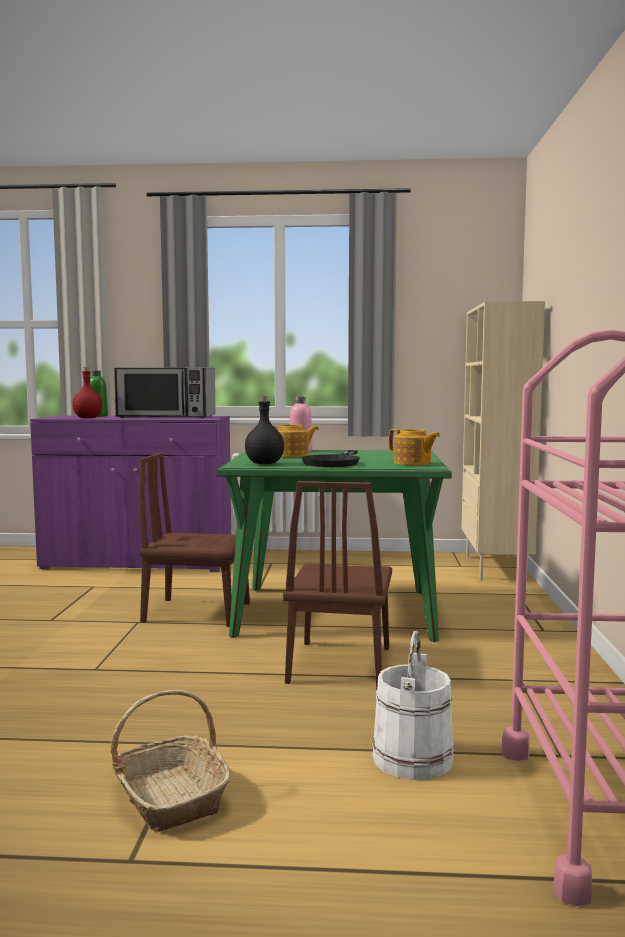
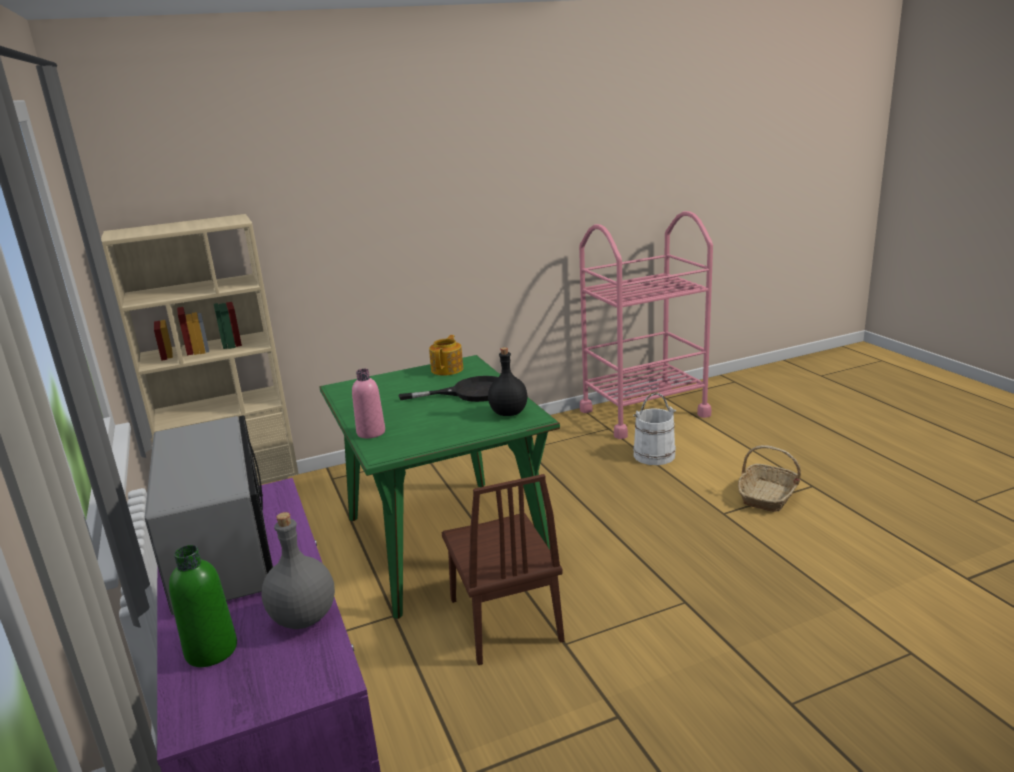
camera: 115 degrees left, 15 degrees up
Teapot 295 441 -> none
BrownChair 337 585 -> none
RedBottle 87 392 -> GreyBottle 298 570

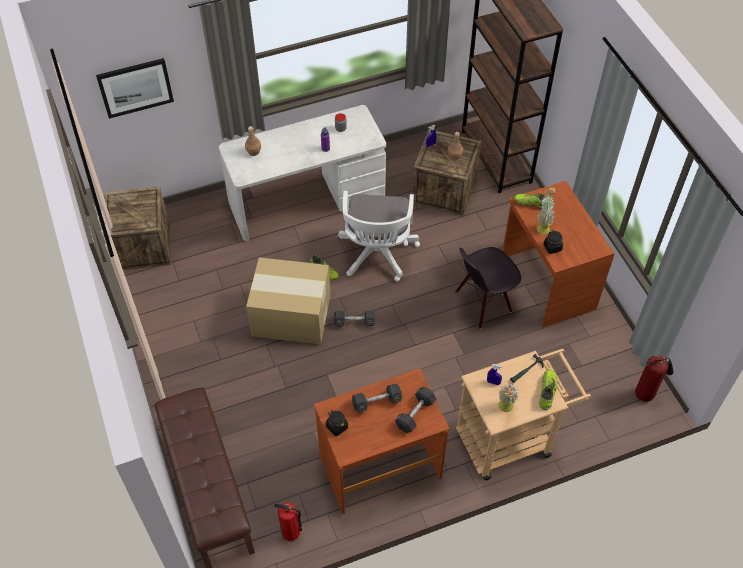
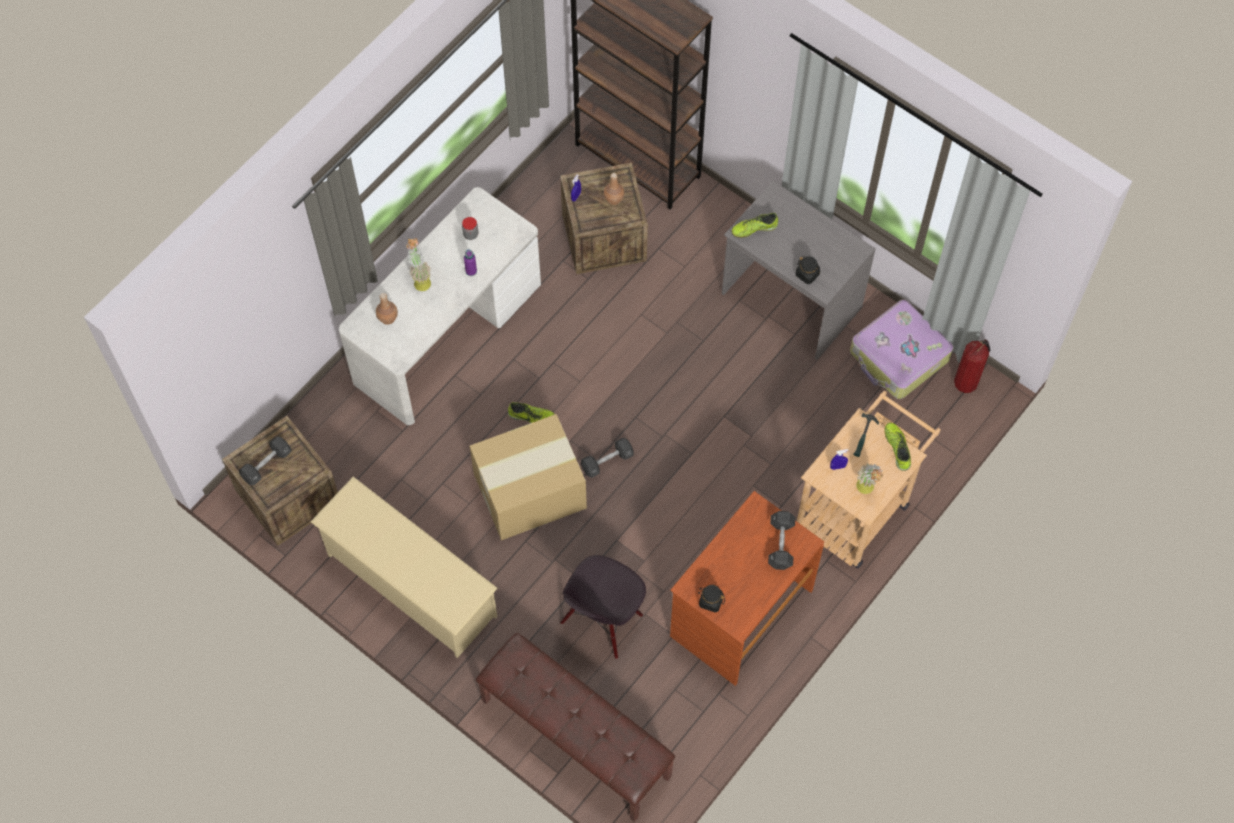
camera: 30 degrees left, 10 degrees up
Picture 135 88 -> none
FireExtinguisher 288 521 -> none
WhiteOfficeChair 379 236 -> none
none -> BeigeShoeRack 404 567
none -> Suitcase 901 349
BlackDumbbell 377 398 -> BlackDumbbell 265 460, shifted
BlackChair 488 288 -> BlackChair 603 607, shifted
PottedPlant 546 210 -> PottedPlant 418 264, shifted
BrownDesk 558 254 -> GreyDesk 799 270

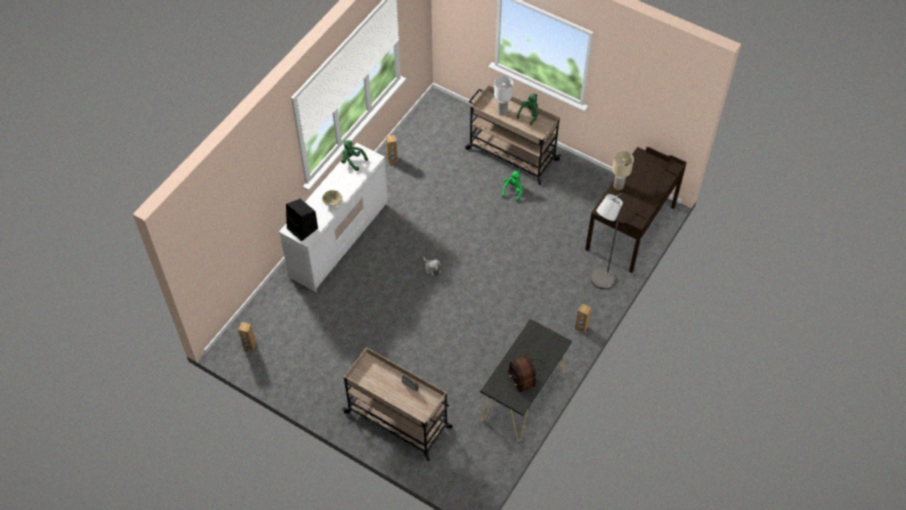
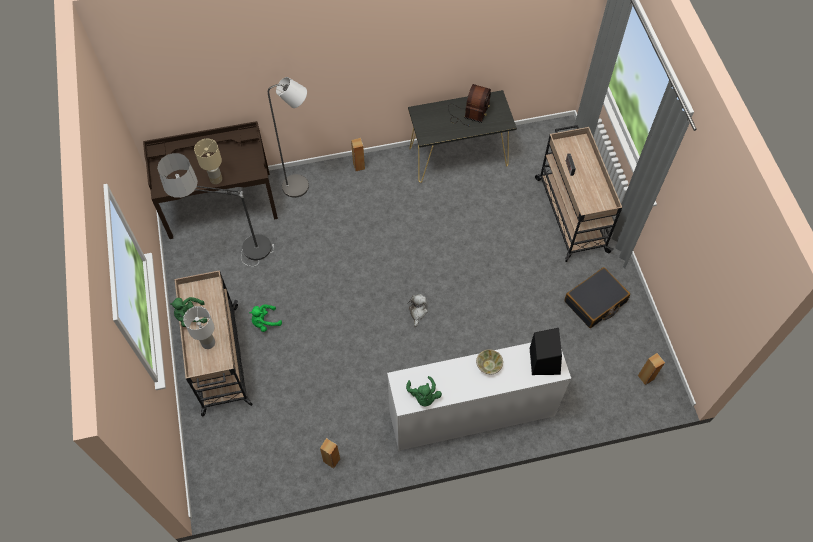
camera: 135 degrees left, 5 degrees up
none -> FloorLamp 215 209
none -> BlackSuitcase 597 297

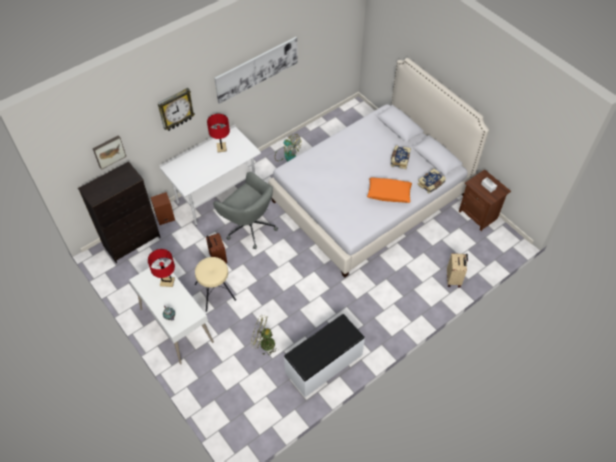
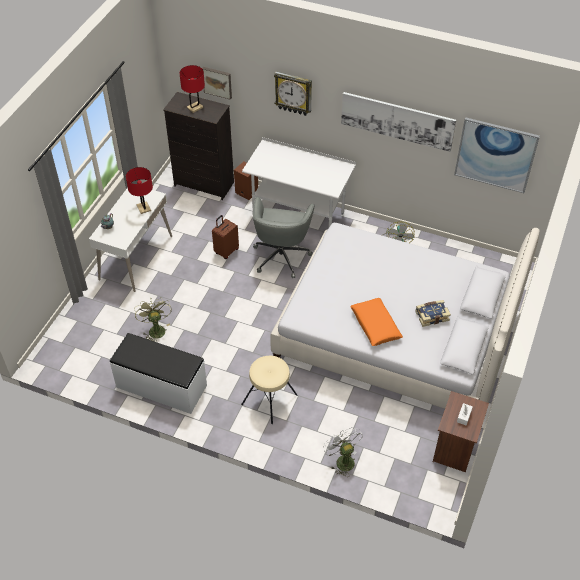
camera: 60 degrees right, 5 degrees down
Book 431 181 -> none
none -> Picture 497 155
BeigeStool 215 284 -> BeigeStool 269 390, shifted
RedTableLamp 218 133 -> RedTableLamp 192 89, shifted
BeigeSuitcase 457 270 -> WhiteFan 343 452

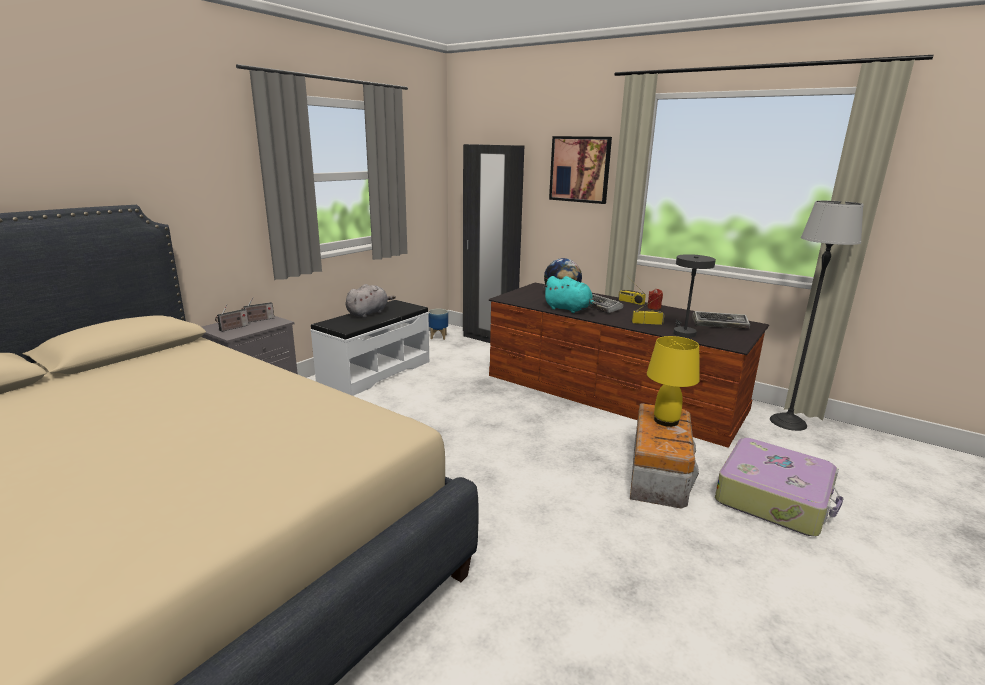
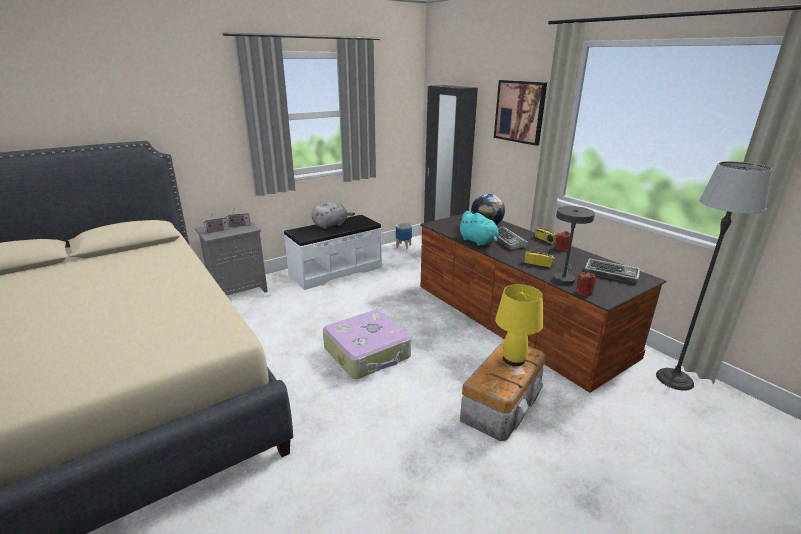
camera: 20 degrees right, 5 degrees up
none -> RedCandle 586 284
Suitcase 779 487 -> Suitcase 367 344, shifted

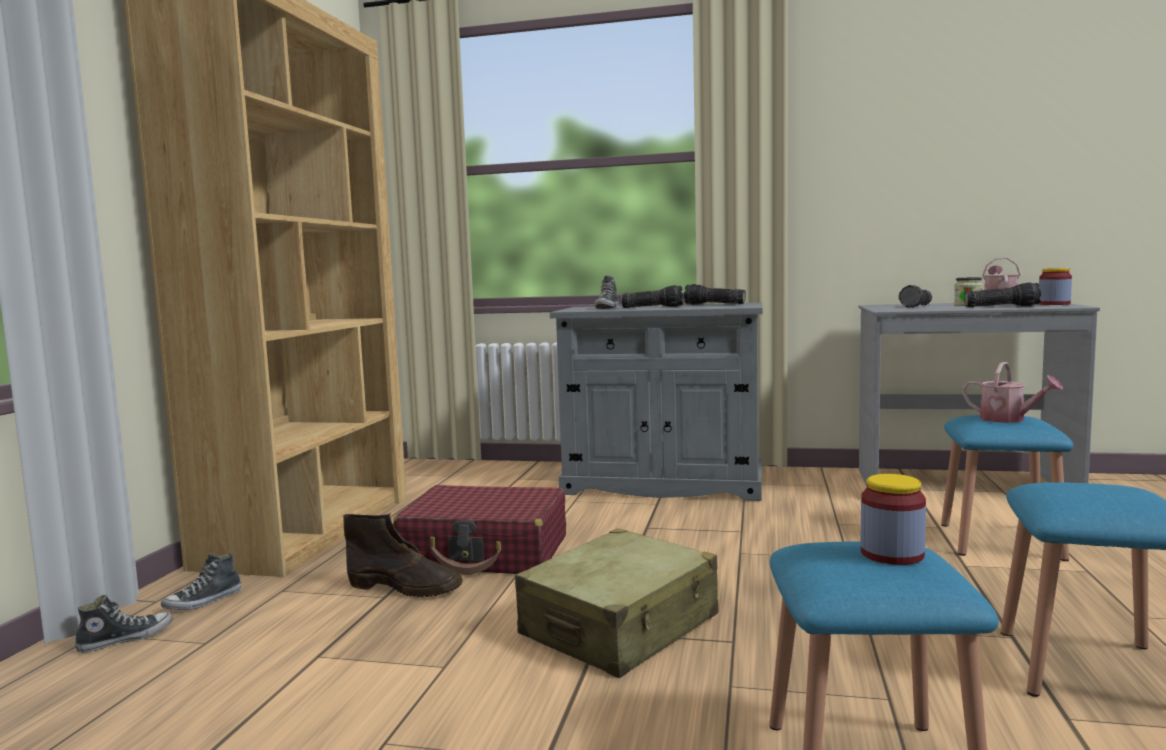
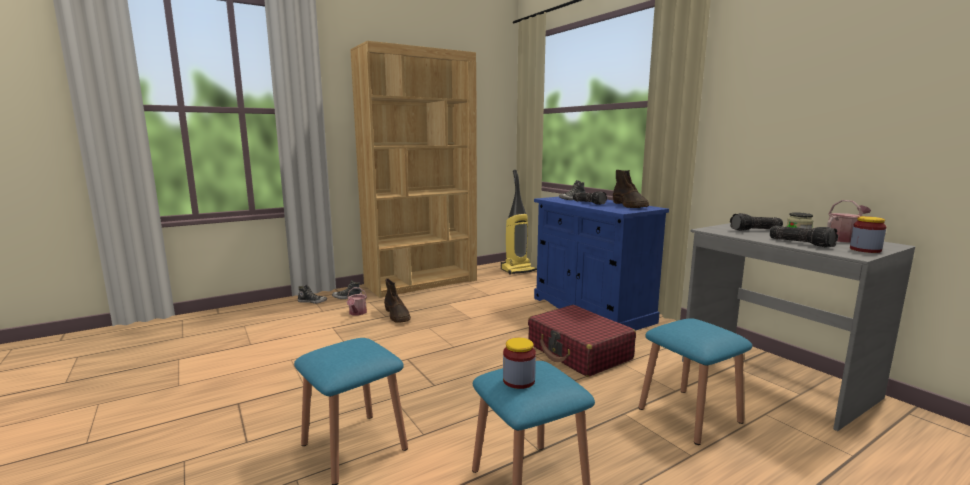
camera: 45 degrees right, 5 degrees up
BeigeSuitcase 616 603 -> none
none -> VacuumCleaner 519 222
RedSuitcase 479 530 -> RedSuitcase 582 341, shifted
Jar 893 519 -> Jar 519 363, shifted
WateringCan 1012 392 -> WateringCan 357 301, shifted
Flashlight 715 294 -> BrownBoot 631 189
GreyCabinet 656 402 -> BlueCabinet 601 264

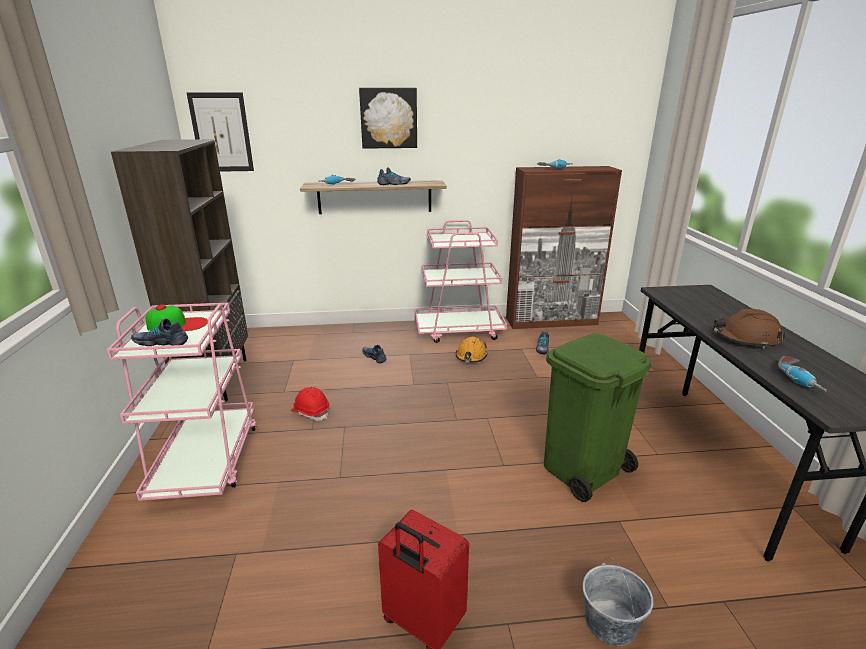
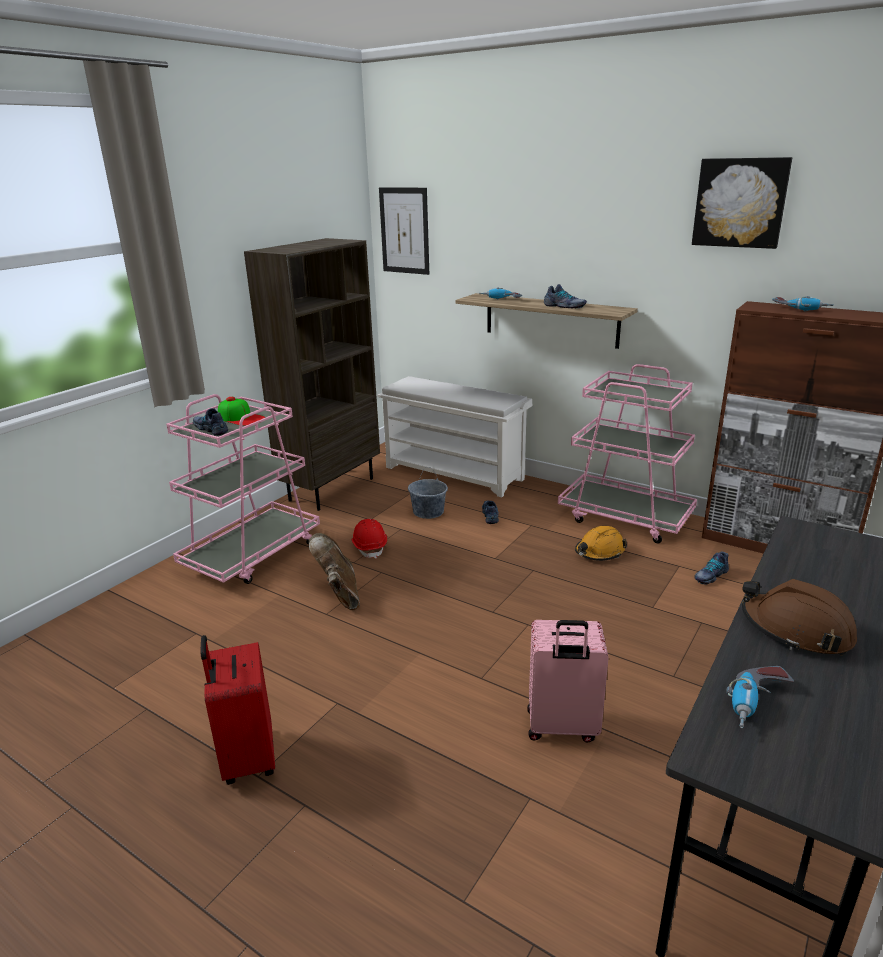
camera: 40 degrees right, 0 degrees up
none -> BrownBoot 334 571
none -> WhiteShoeRack 455 436
Picture 388 118 -> Picture 742 203, shifted
GreyBucket 618 601 -> GreyBucket 428 493, shifted
GreenTrashCan 597 418 -> PinkSuitcase 568 681

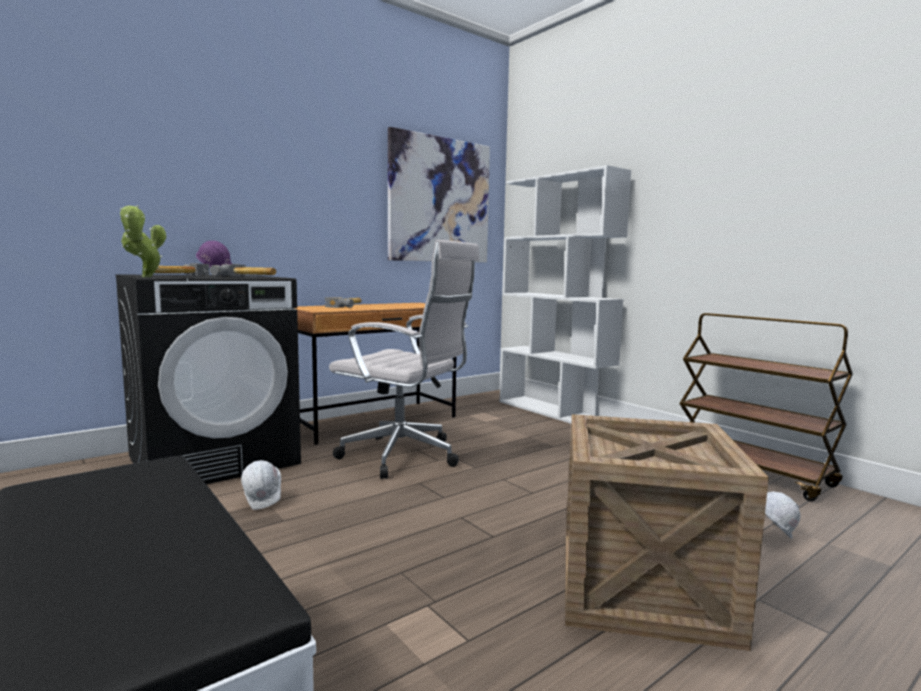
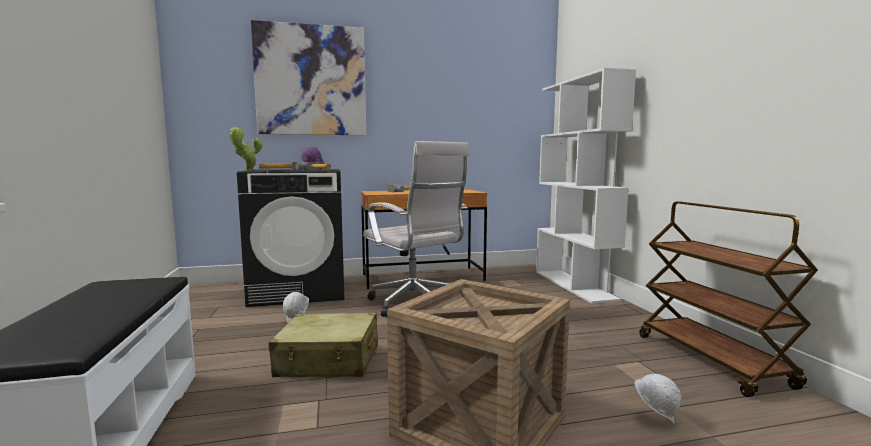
camera: 25 degrees right, 0 degrees up
none -> BeigeSuitcase 323 345
Picture 439 195 -> Picture 308 77, shifted

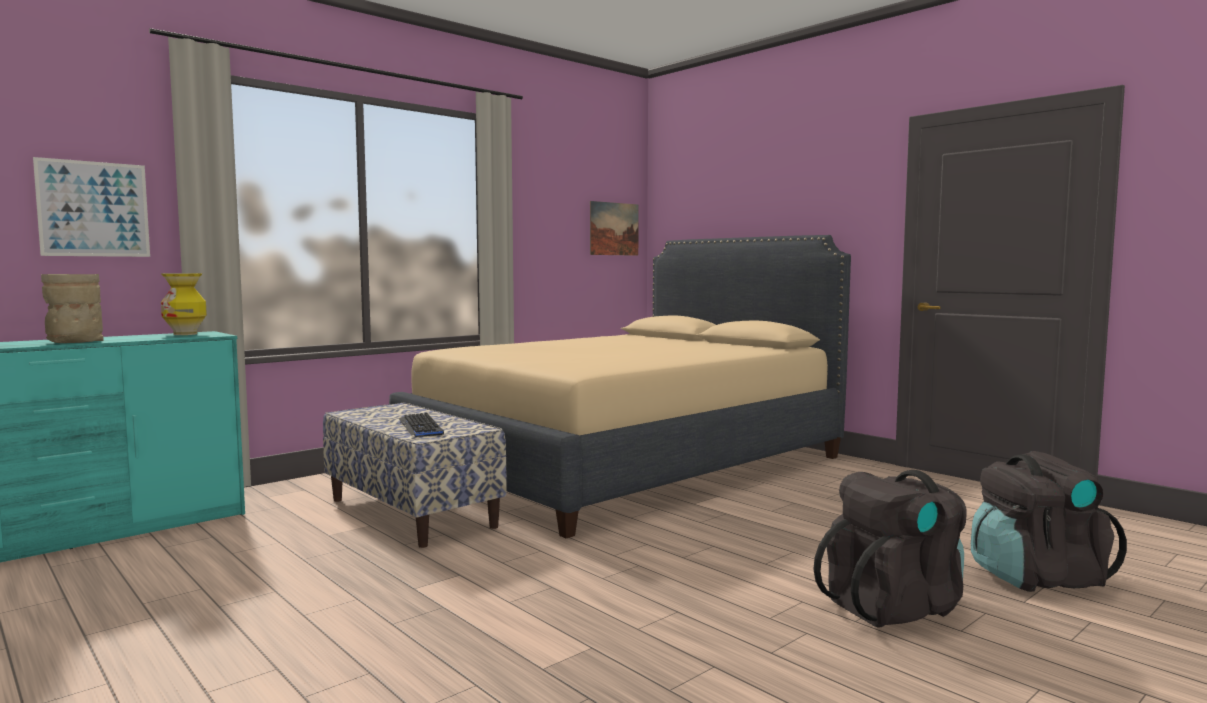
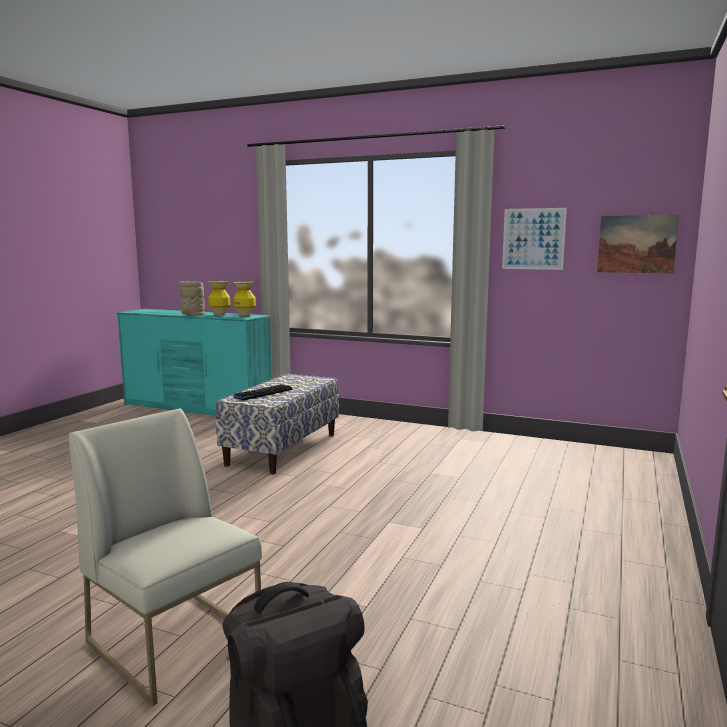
camera: 65 degrees right, 5 degrees up
BeigeBed 620 386 -> none
none -> Vase 219 298
Picture 91 207 -> Picture 534 239, shifted
BlackBackpack 890 548 -> WhiteChair 165 557

